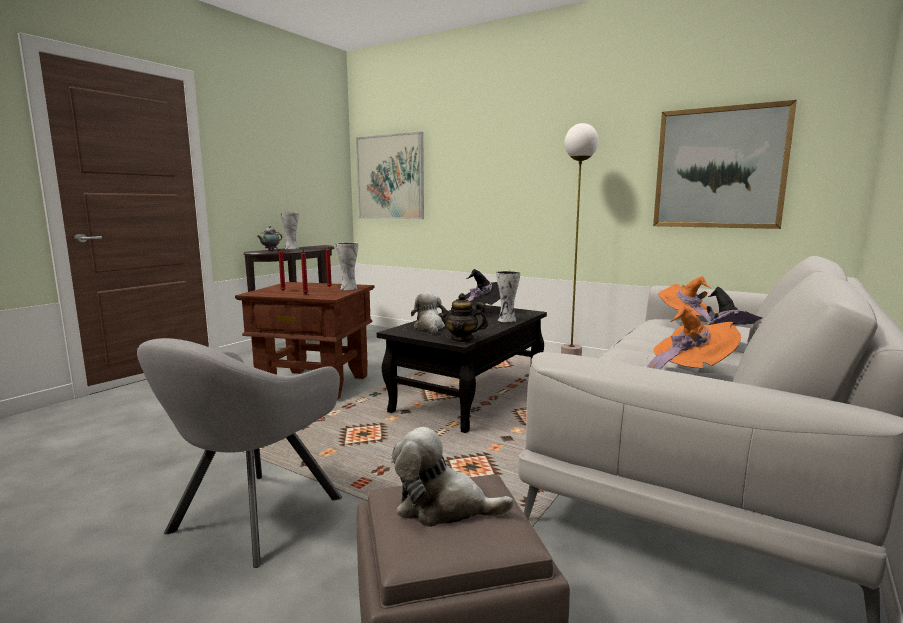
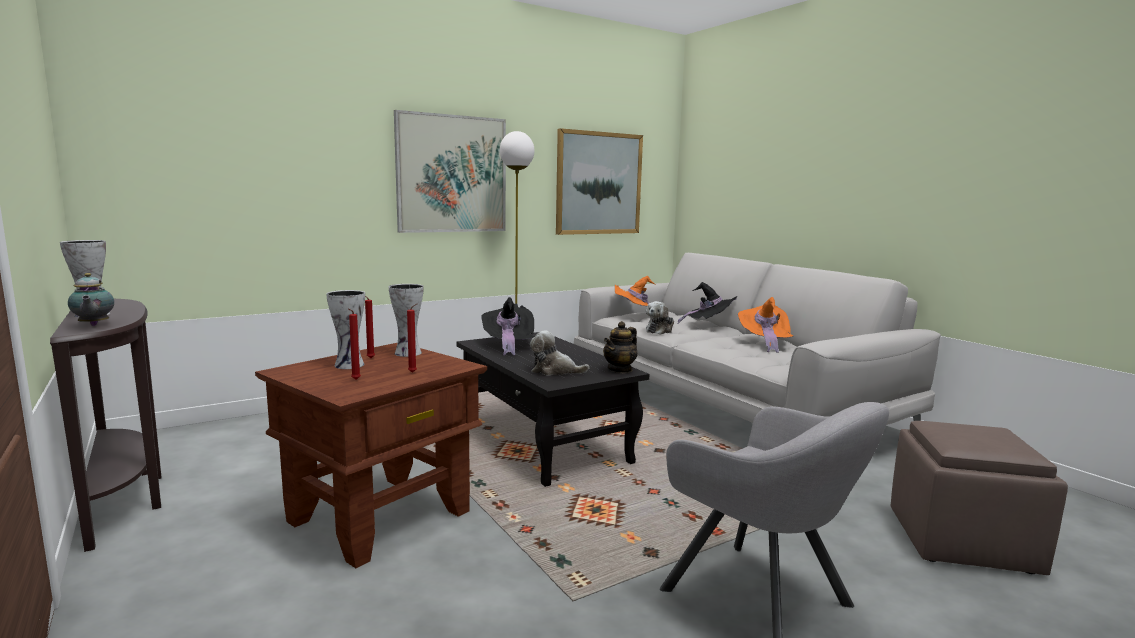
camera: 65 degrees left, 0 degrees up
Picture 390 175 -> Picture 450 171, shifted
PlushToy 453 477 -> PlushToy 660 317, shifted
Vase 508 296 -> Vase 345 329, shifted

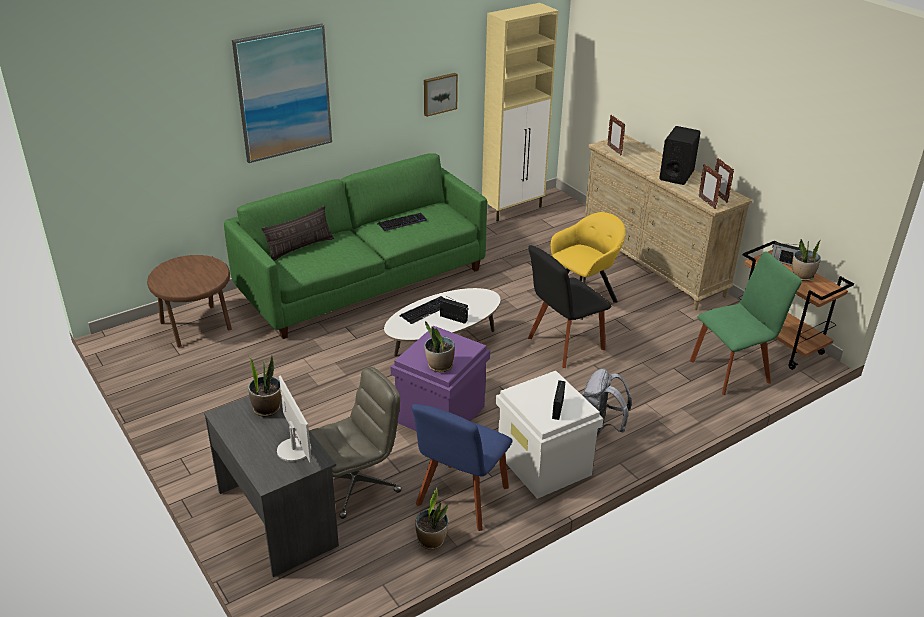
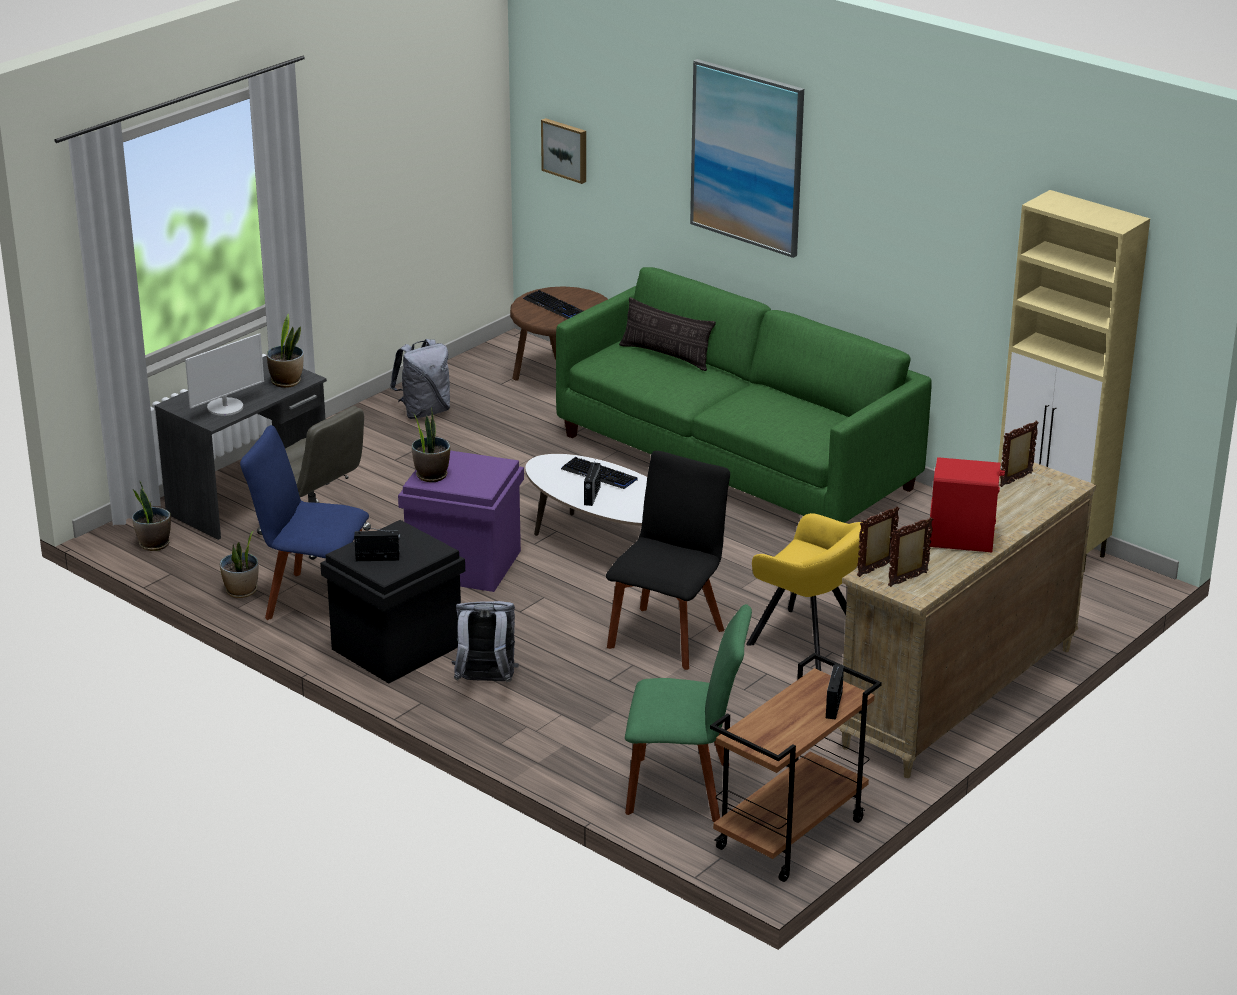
camera: 75 degrees right, 5 degrees down
none -> GreyBackpack 420 379
Keyboard 402 222 -> Keyboard 553 304, shifted
Picture 441 95 -> Picture 563 151, shifted
PottedPlant 806 260 -> PottedPlant 151 516, shifted
WhiteStorageBox 549 435 -> BlackStorageBox 392 601
BlackSpeaker 680 155 -> RedSpeaker 967 504
BlackChair 569 306 -> BlackChair 668 560, 75 degrees clockwise
GreenChair 746 323 -> GreenChair 688 713, 45 degrees counterclockwise

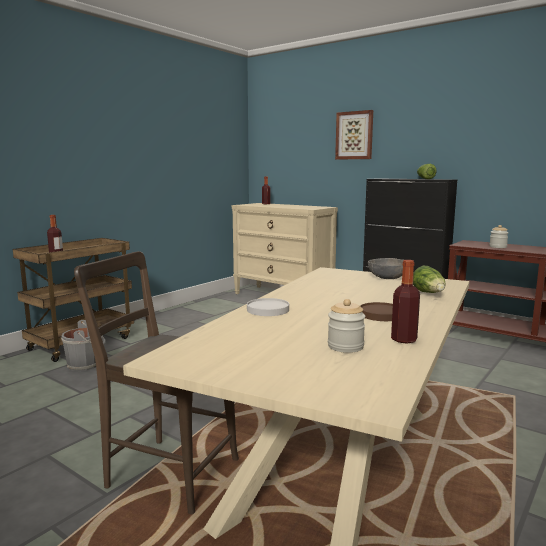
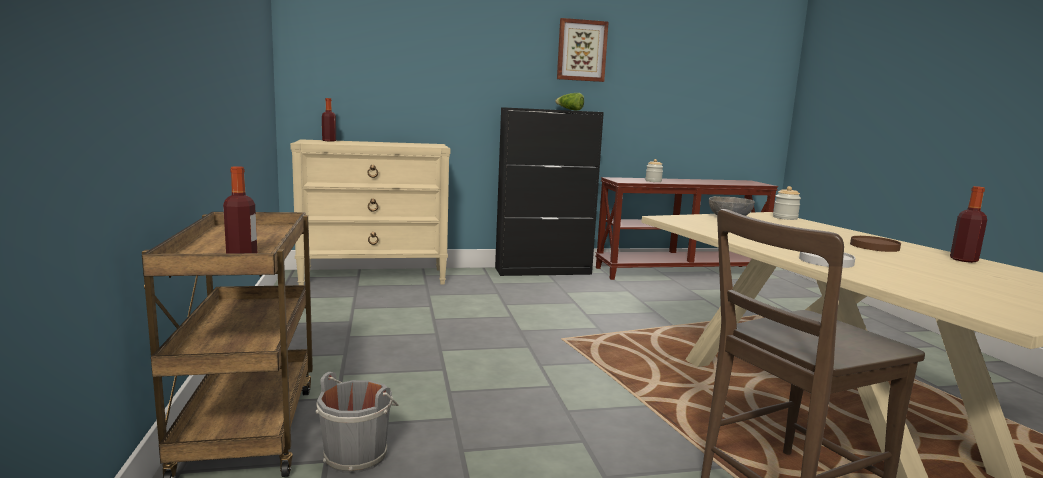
camera: 50 degrees left, 0 degrees up
Lettuce 429 279 -> none
Jar 346 326 -> Jar 787 203, shifted
Picture 354 135 -> Picture 583 50, shifted

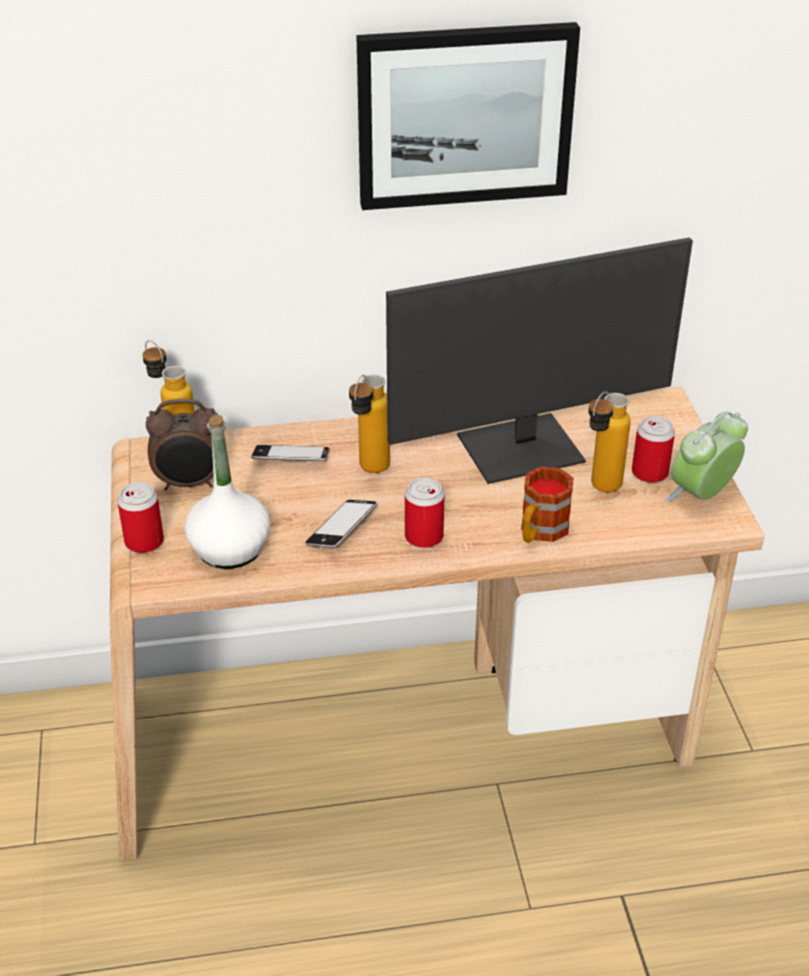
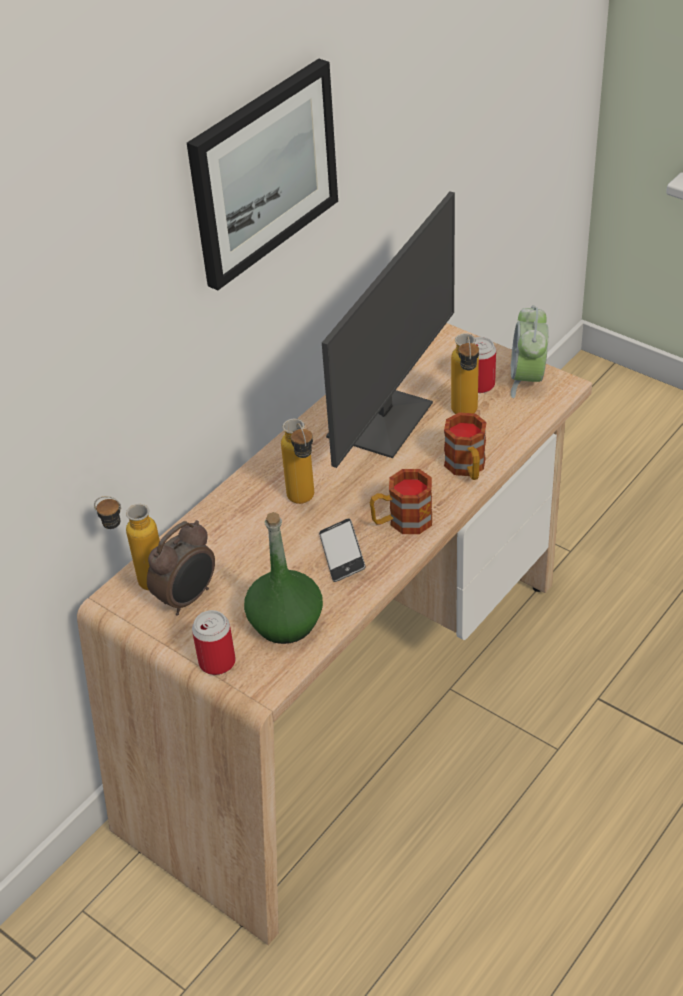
camera: 40 degrees left, 5 degrees up
Phone 290 453 -> none
Can 425 512 -> Mug 401 501
WhiteBottle 227 492 -> GreenBottle 283 578

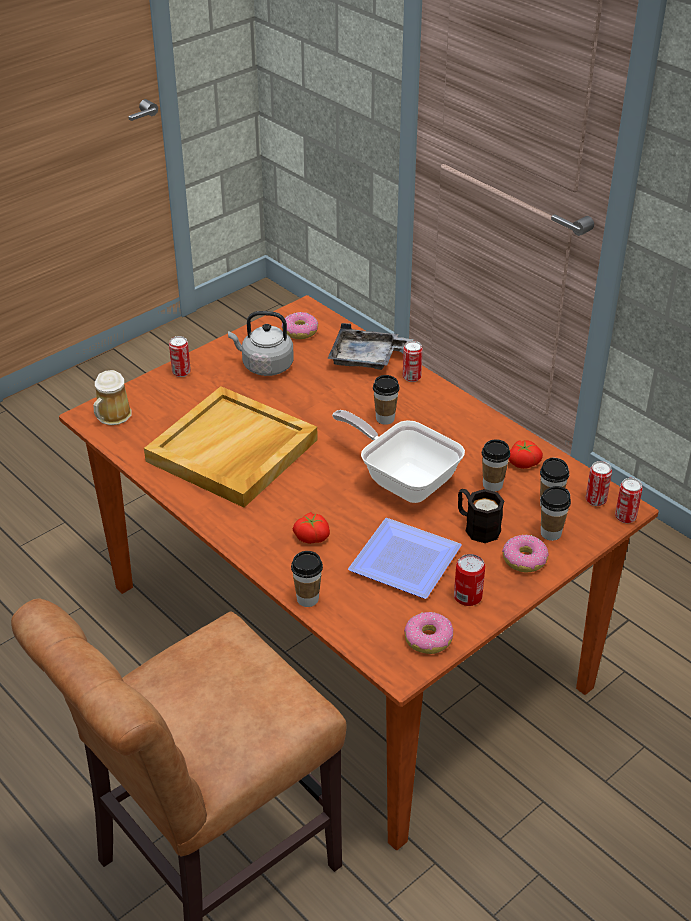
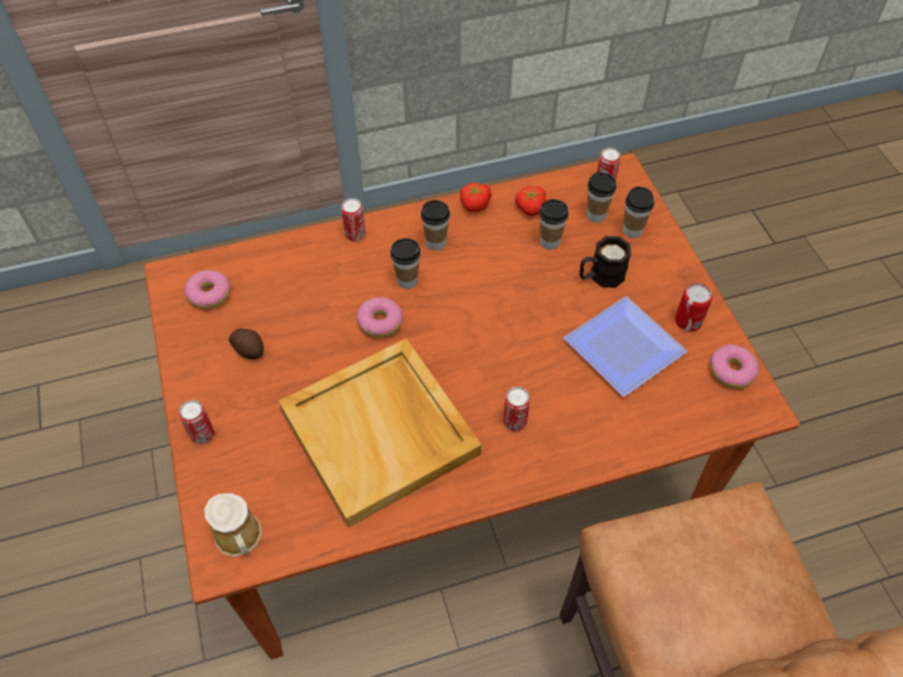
camera: 65 degrees left, 15 degrees up
GreyTray 370 346 -> none
FryingPan 398 456 -> none
Cup 307 579 -> Cup 435 225, shifted
Tomato 311 528 -> Tomato 476 197, shifted
Donut 525 553 -> Donut 380 317, shifted
Can 629 500 -> Can 516 409, shifted
GreyKettle 261 343 -> Potato 246 344

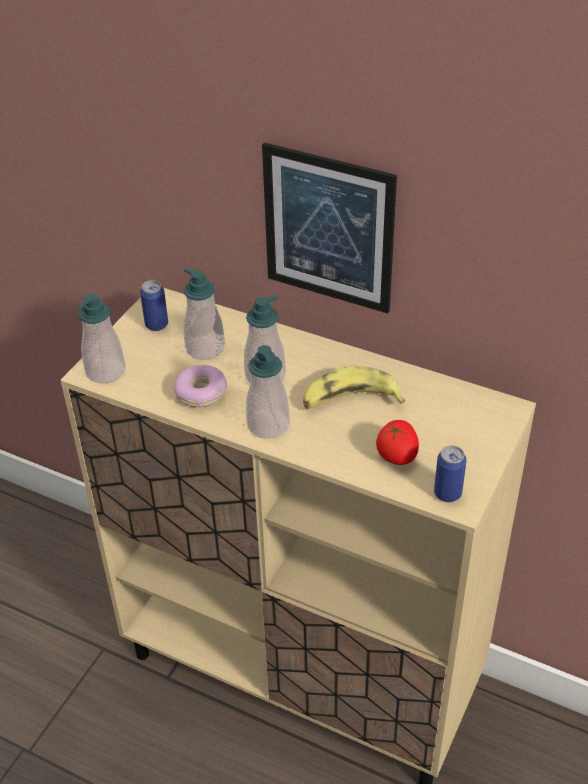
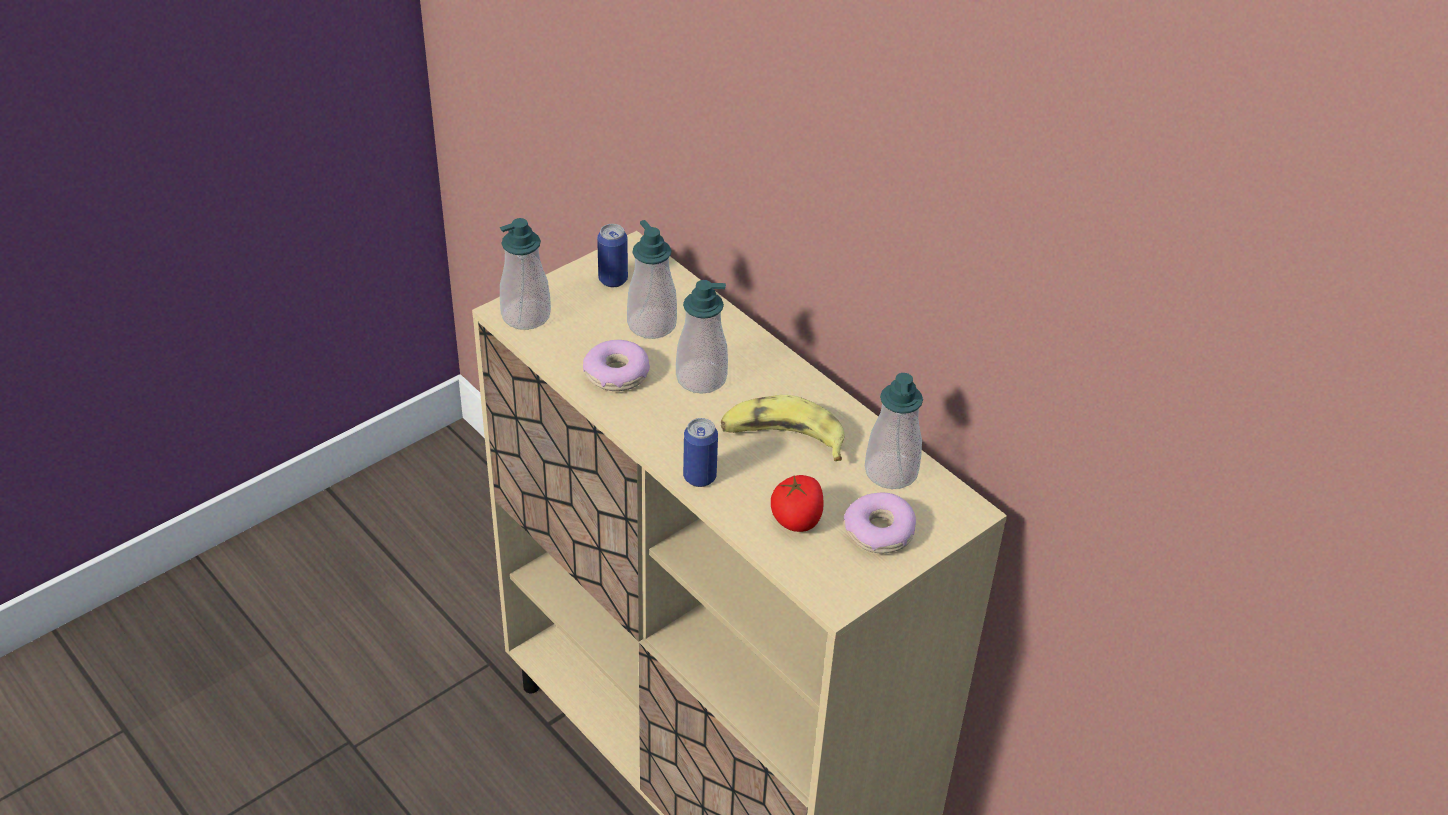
camera: 20 degrees right, 0 degrees up
Picture 329 227 -> none
none -> Donut 880 523
SoapDispenser 268 392 -> SoapDispenser 894 431, shifted
Can 450 473 -> Can 700 452, shifted

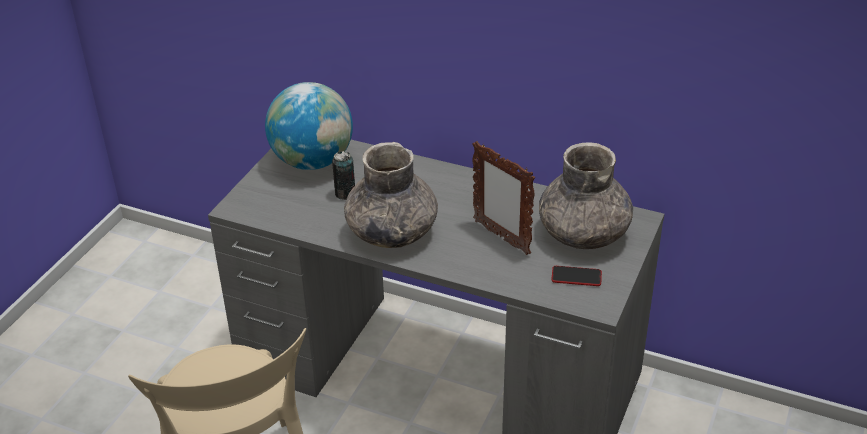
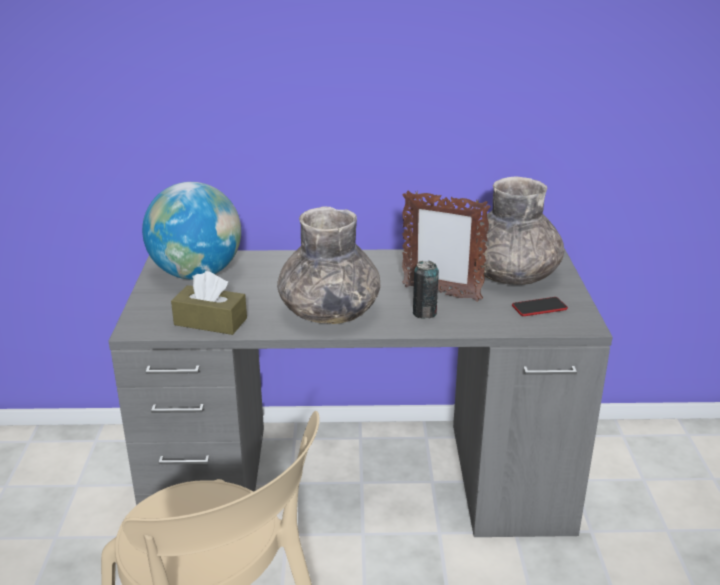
camera: 25 degrees left, 10 degrees down
none -> BrownTissueBox 209 303
Can 343 175 -> Can 426 290, shifted

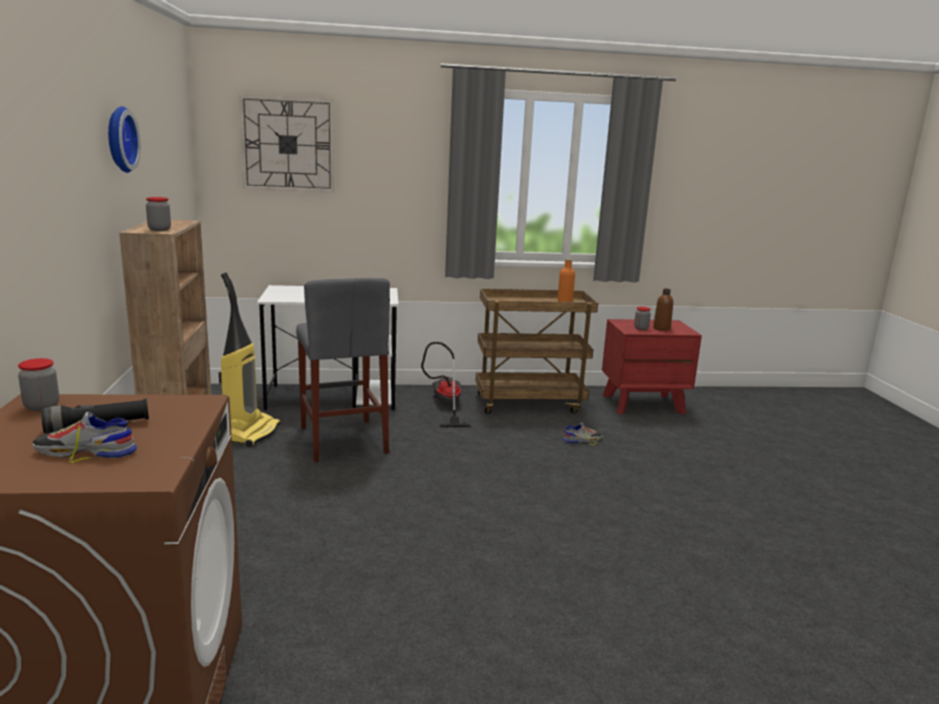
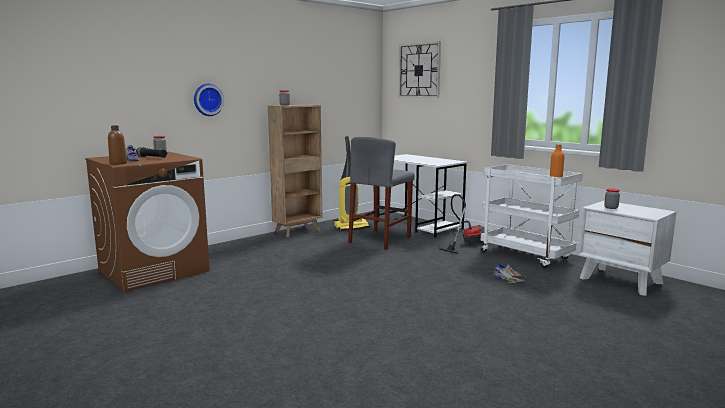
camera: 55 degrees right, 5 degrees down
WallClock 124 139 -> WallClock 209 100, shifted
BrownBottle 663 310 -> BrownBottle 117 145, shifted
BrownCart 536 351 -> WhiteCart 532 216
RedNightstand 652 367 -> WhiteNightstand 627 248

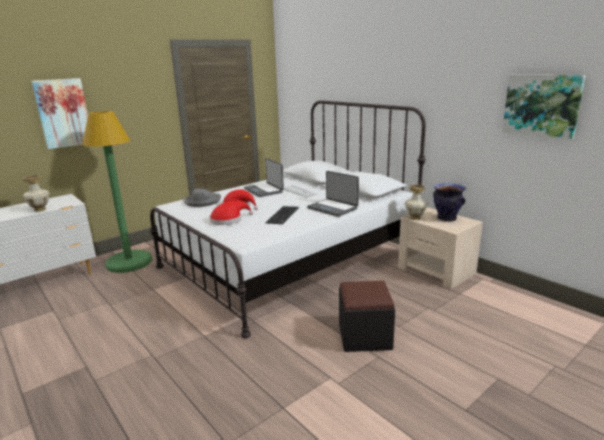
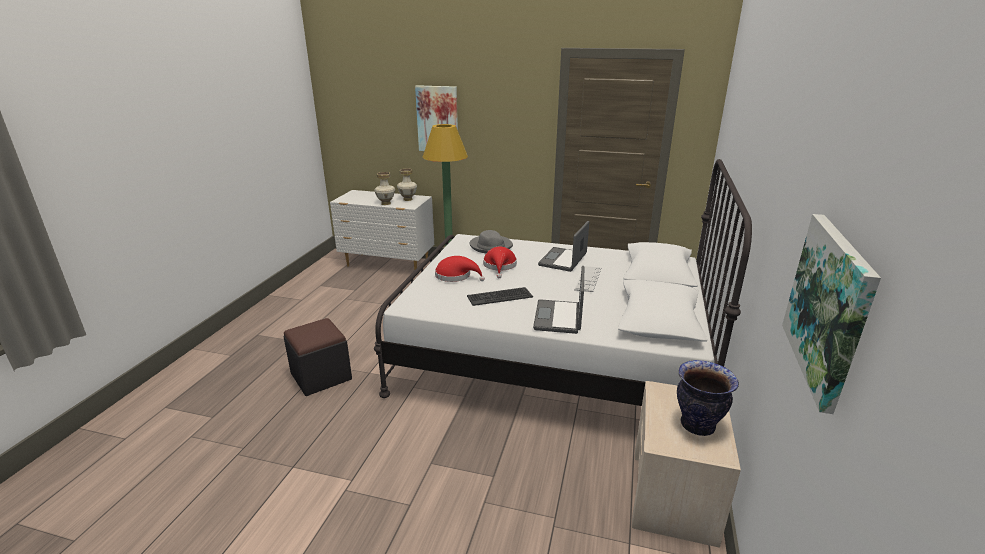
camera: 55 degrees right, 5 degrees up
BlackOttoman 367 316 -> BlackOttoman 317 357, shifted
Vase 416 202 -> Vase 407 184, shifted

